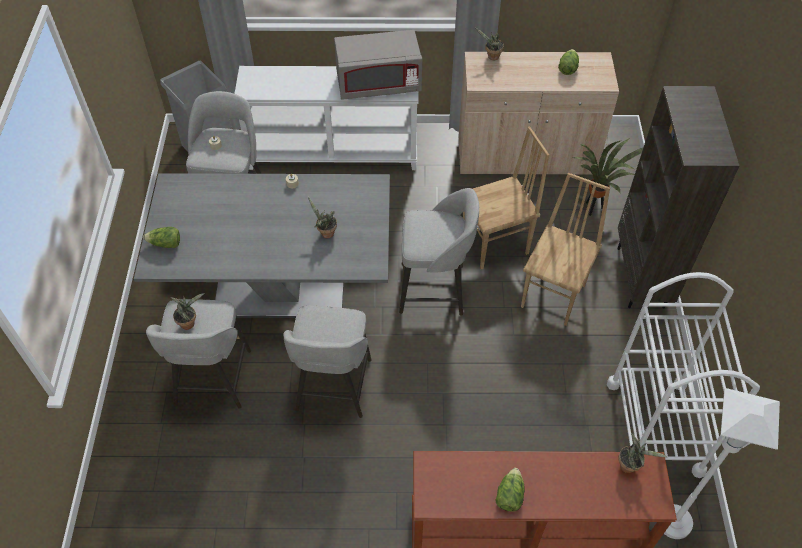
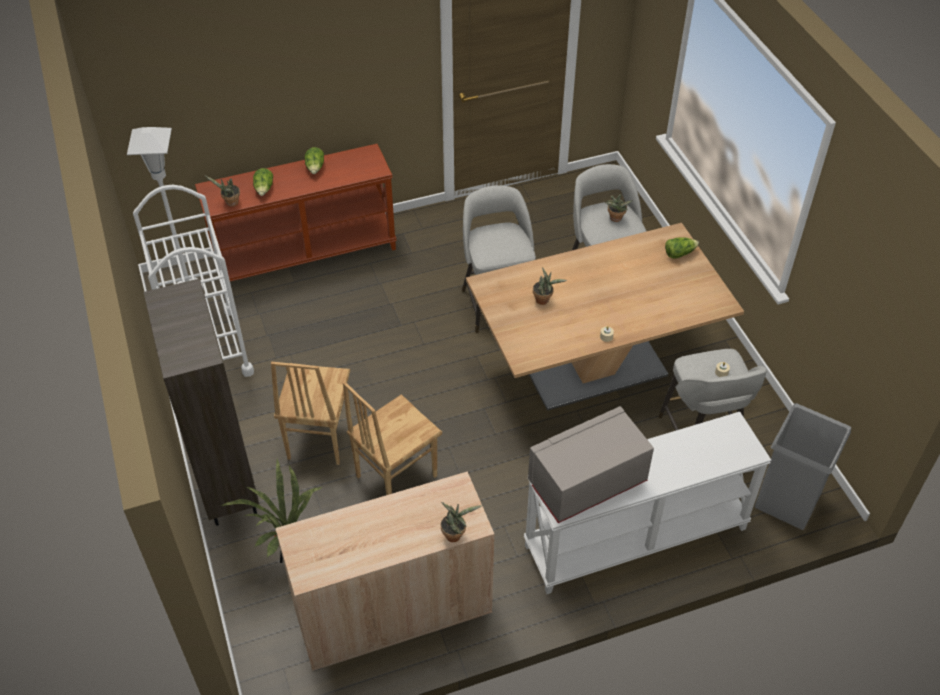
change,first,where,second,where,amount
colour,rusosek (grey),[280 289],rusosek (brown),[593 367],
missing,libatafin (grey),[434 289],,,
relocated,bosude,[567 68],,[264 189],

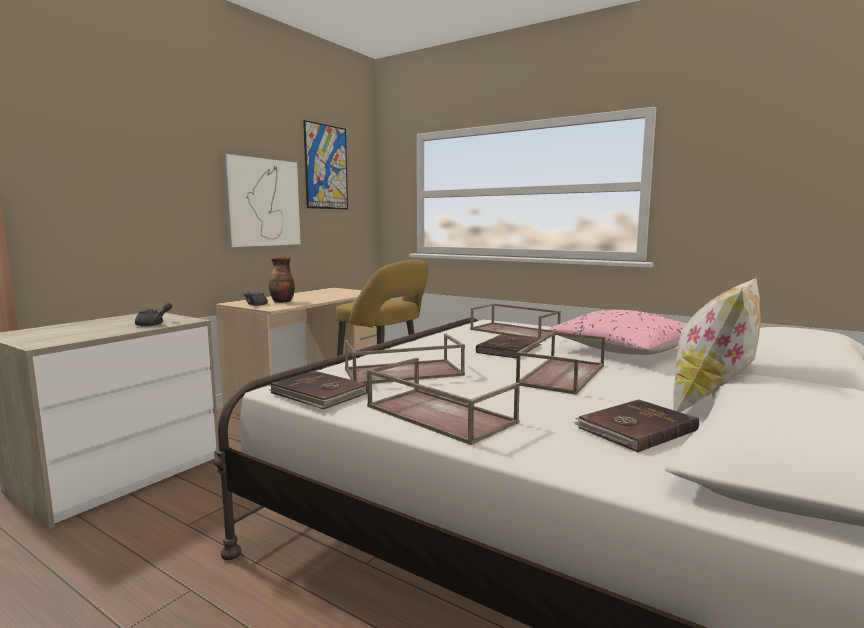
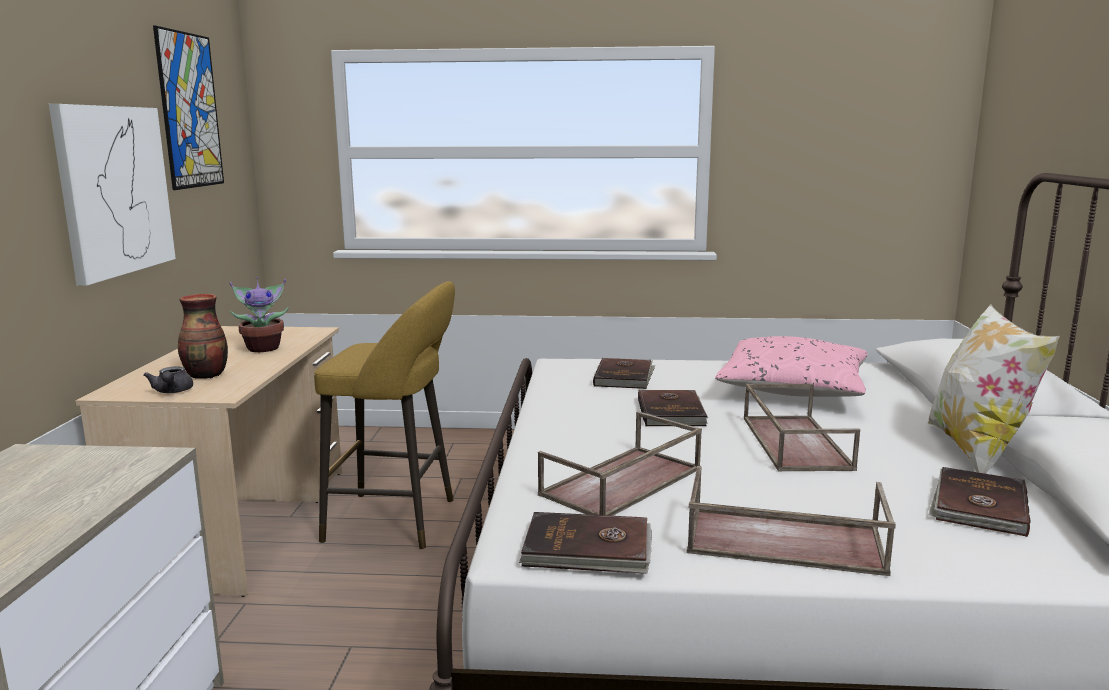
change,first,where,second,where,amount
missing,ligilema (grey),[154 324],,,
exchanged,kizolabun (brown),[515 331],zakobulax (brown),[624 377],
appeared,,,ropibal,[264 348],

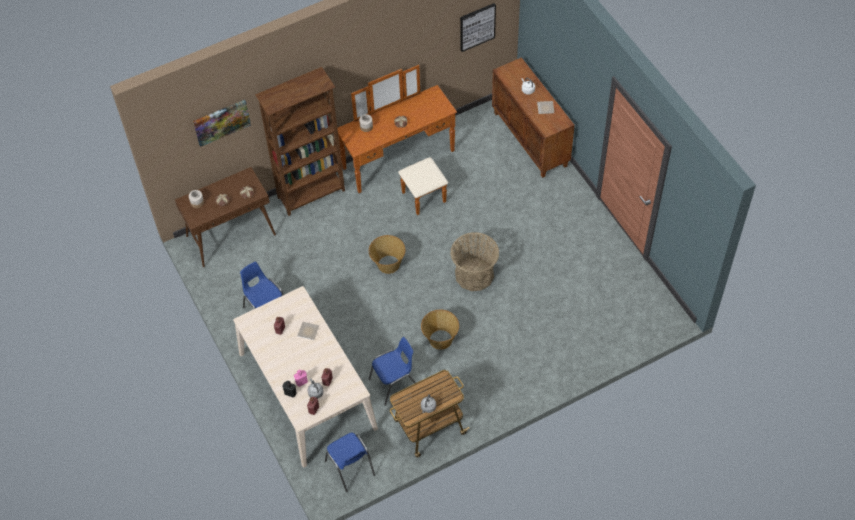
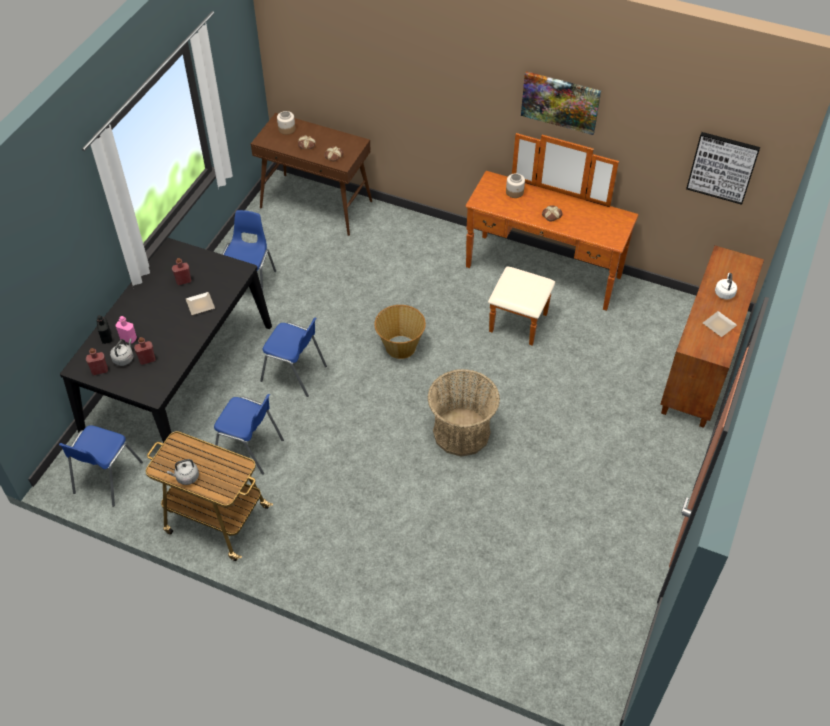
change,first,where,second,where,amount
relocated,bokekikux,[221 122],,[560 102],
colour,rusosek (beige),[307 390],rusosek (black),[179 378],
missing,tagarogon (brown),[312 194],,,
missing,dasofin,[440 339],,,
appeared,,,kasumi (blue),[294 374],

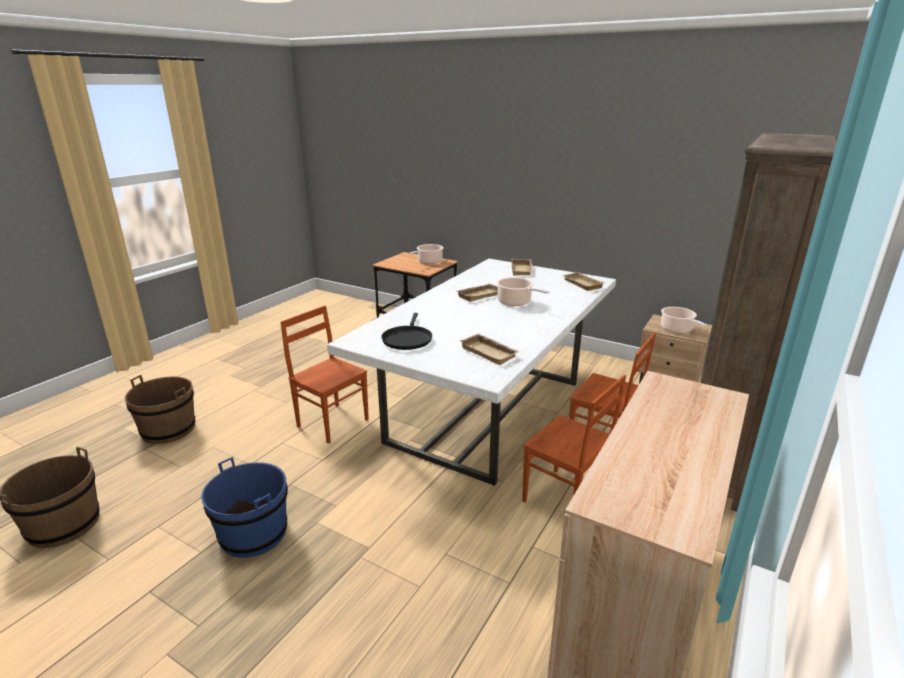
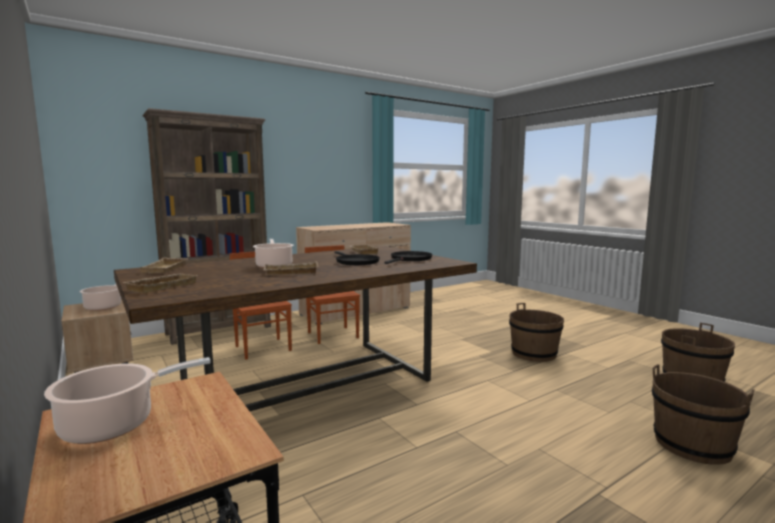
change,first,where,second,where,amount
colour,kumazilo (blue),[253 534],kumazilo (brown),[534 354],
missing,kasumi (brown),[333 422],,,
colour,rusosek (white),[489 410],rusosek (brown),[305 385],
appeared,,,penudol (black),[355 262],

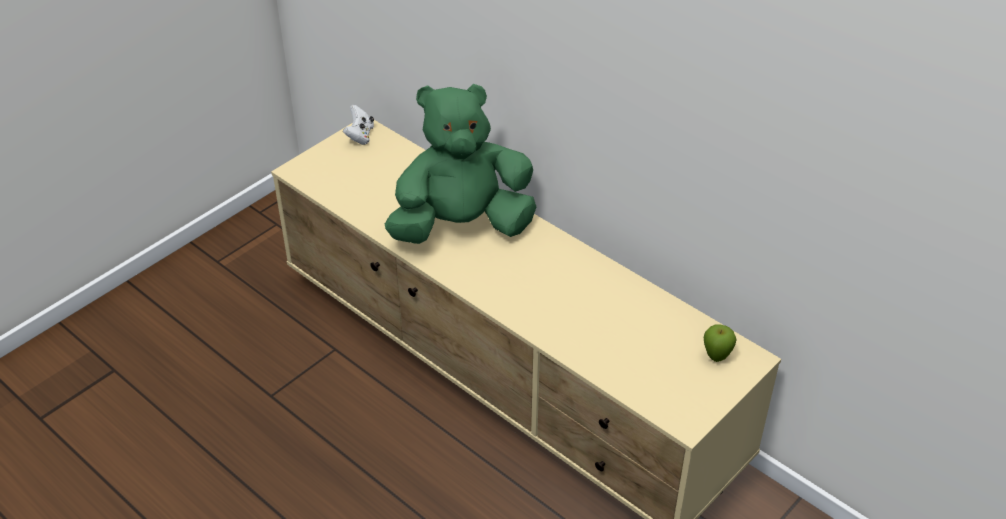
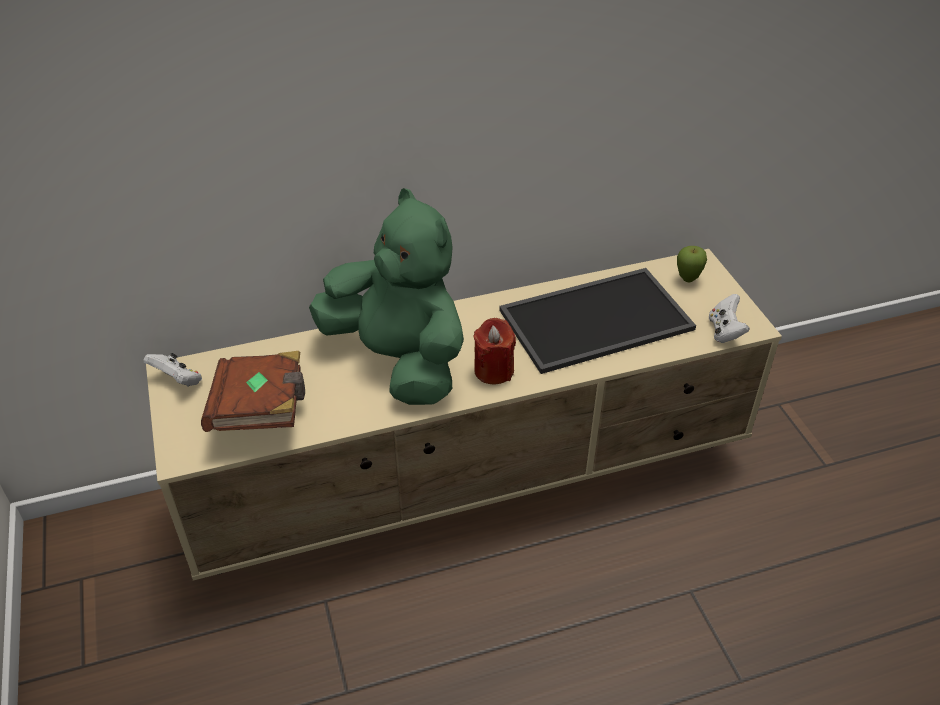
change,first,where,second,where,amount
spun,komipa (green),[462 226],,[399 360],120 degrees clockwise
appeared,,,zakobulax (brown),[262 409],
appeared,,,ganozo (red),[494 370],
appeared,,,kizolabun,[596 318],
appeared,,,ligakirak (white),[724 331],

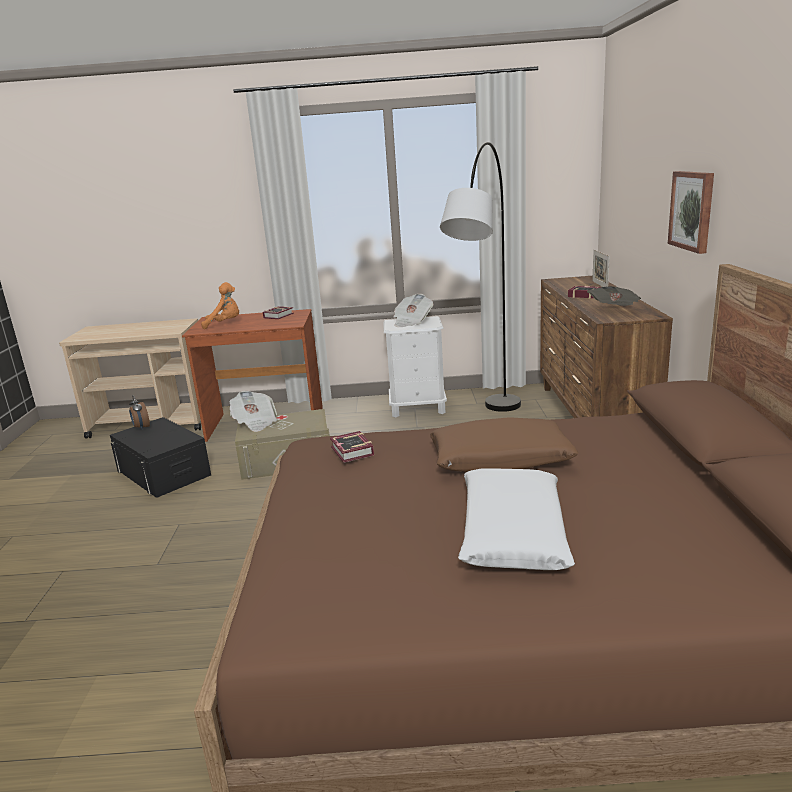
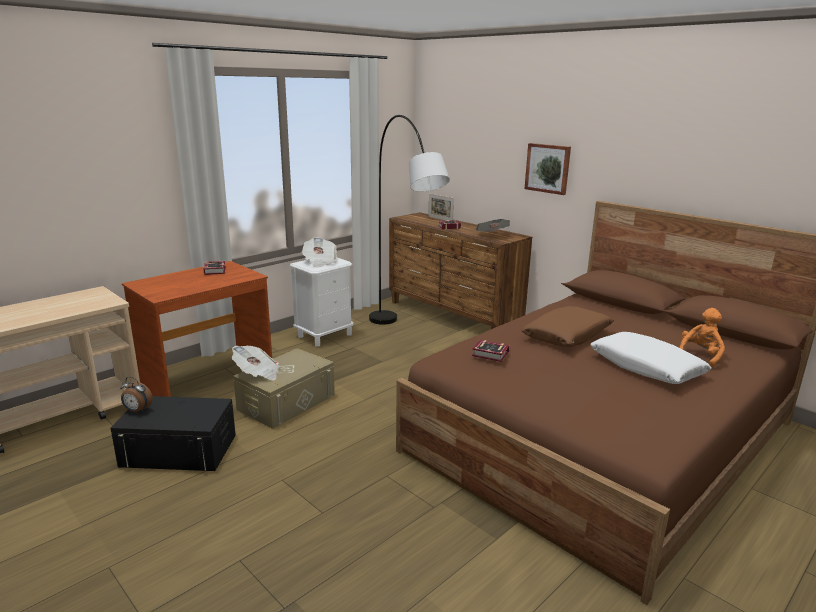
change,first,where,second,where,amount
relocated,komipa (orange),[224 324],,[699 356],

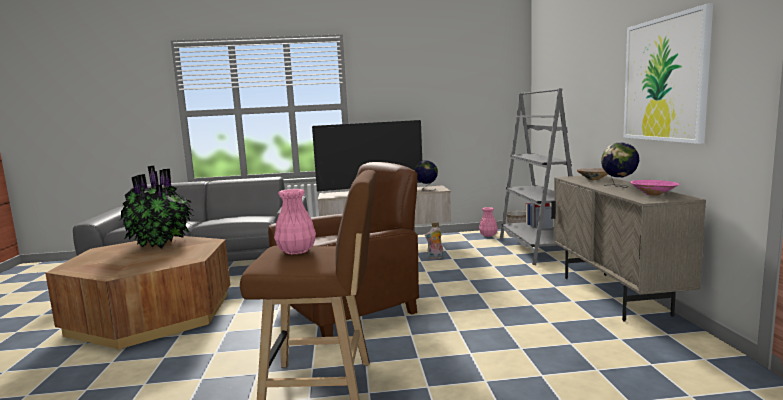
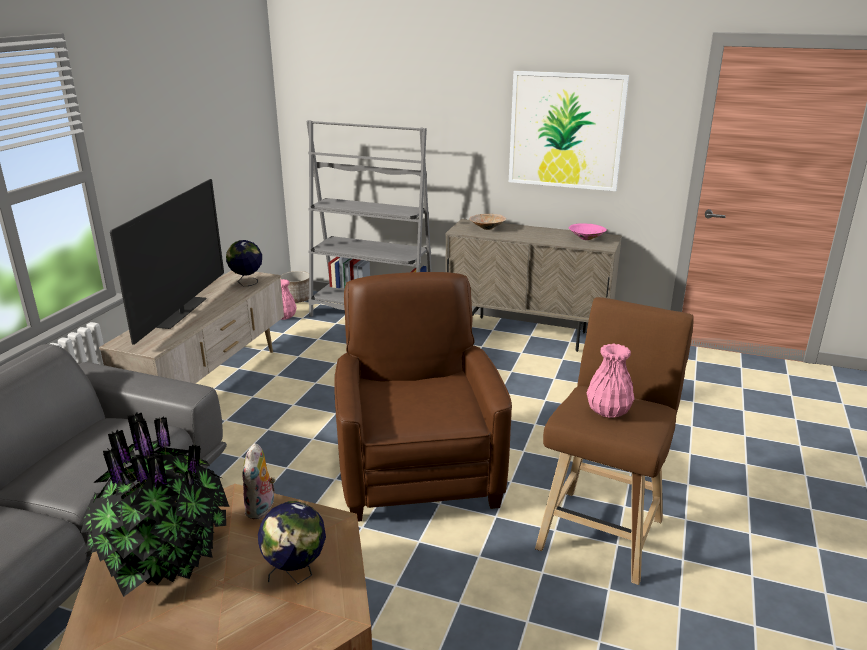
change,first,where,second,where,amount
relocated,komipa,[435 258],,[261 509],
relocated,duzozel,[619 186],,[296 574],

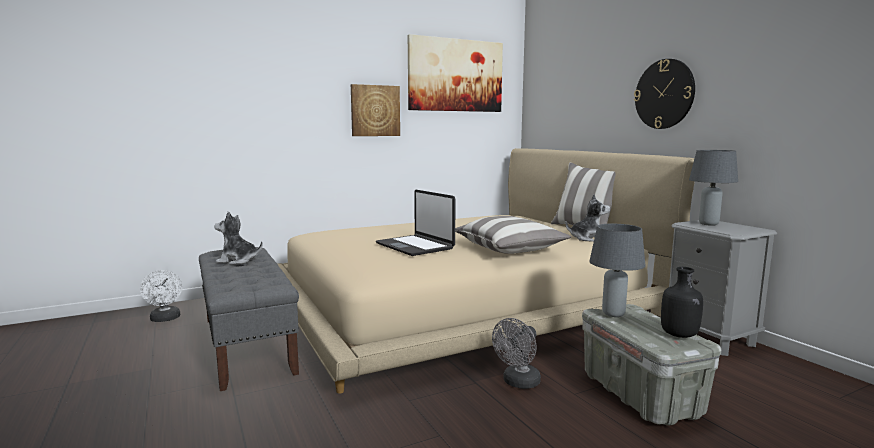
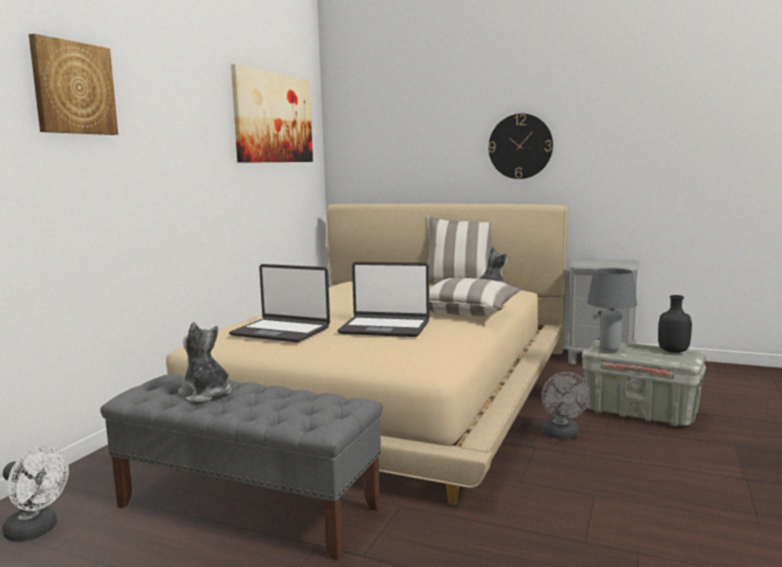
change,first,where,second,where,amount
spun,komipa,[238 261],,[206 394],75 degrees clockwise
relocated,bokekikux,[375 111],,[73 88],
missing,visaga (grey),[709 224],,,
appeared,,,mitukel,[281 331],

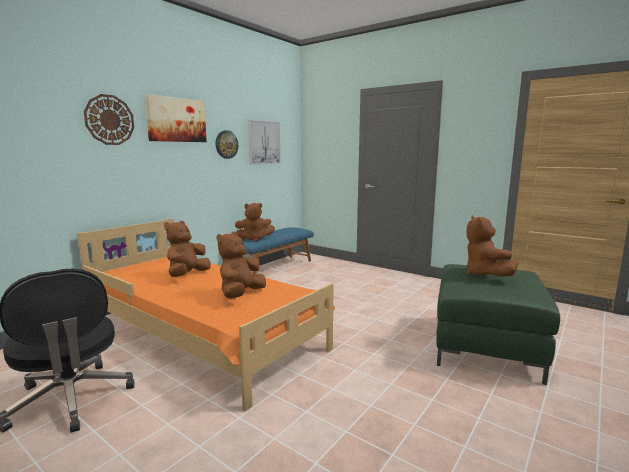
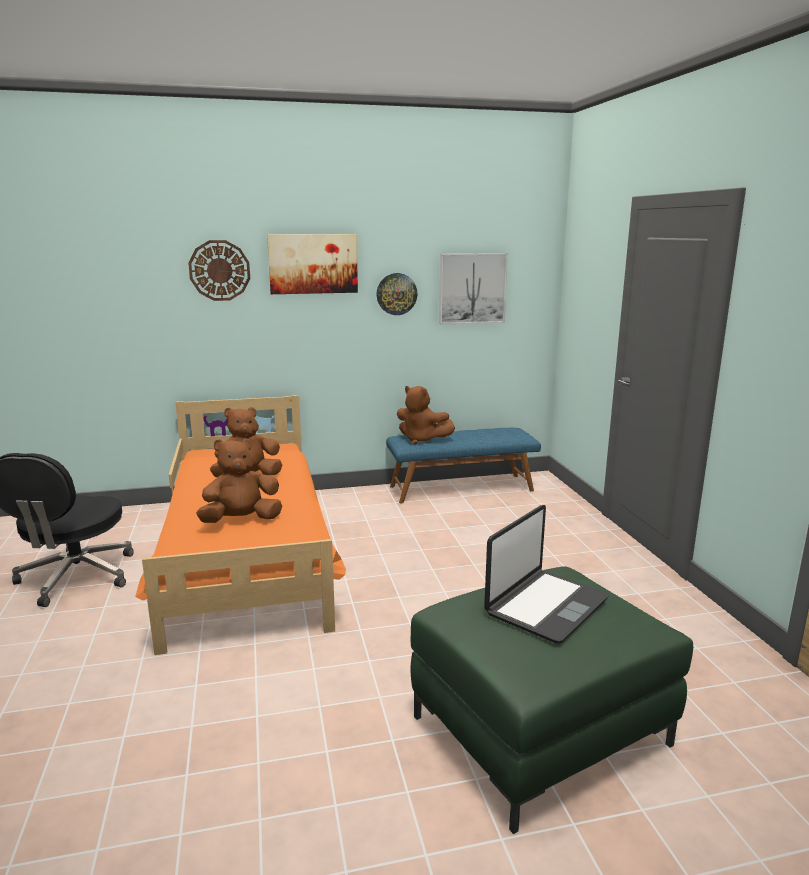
change,first,where,second,where,amount
exchanged,komipa (brown),[485 274],mitukel,[545 606],

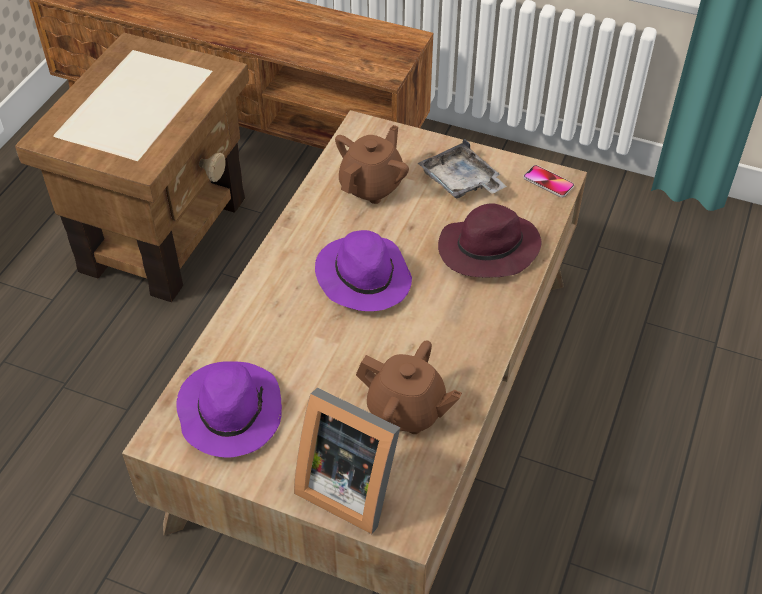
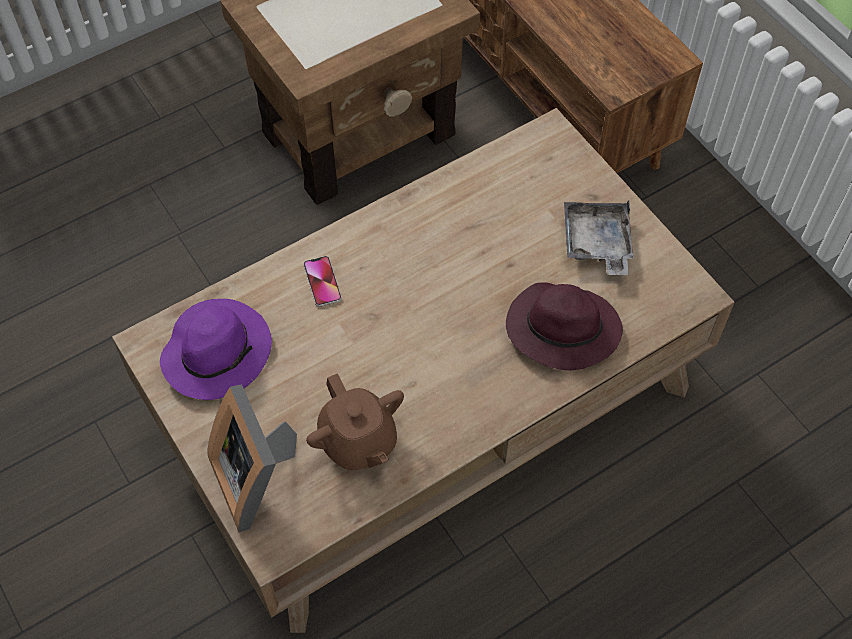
change,first,where,second,where,amount
missing,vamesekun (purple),[363 277],,,
missing,ligilema (brown),[372 186],,,
relocated,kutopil,[548 182],,[322 282],

